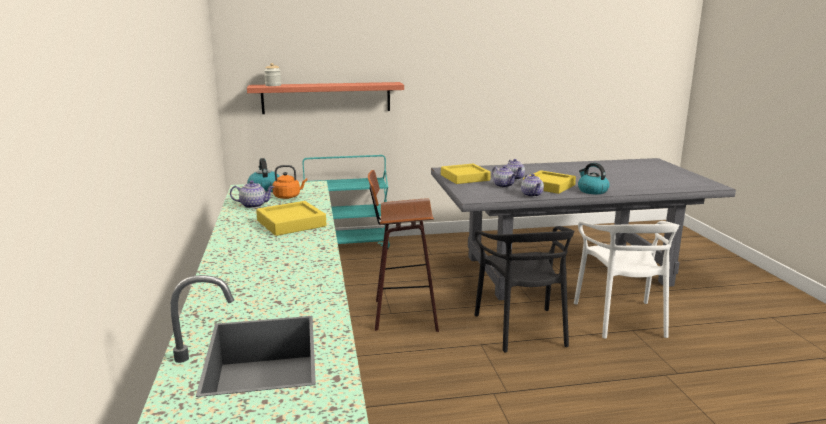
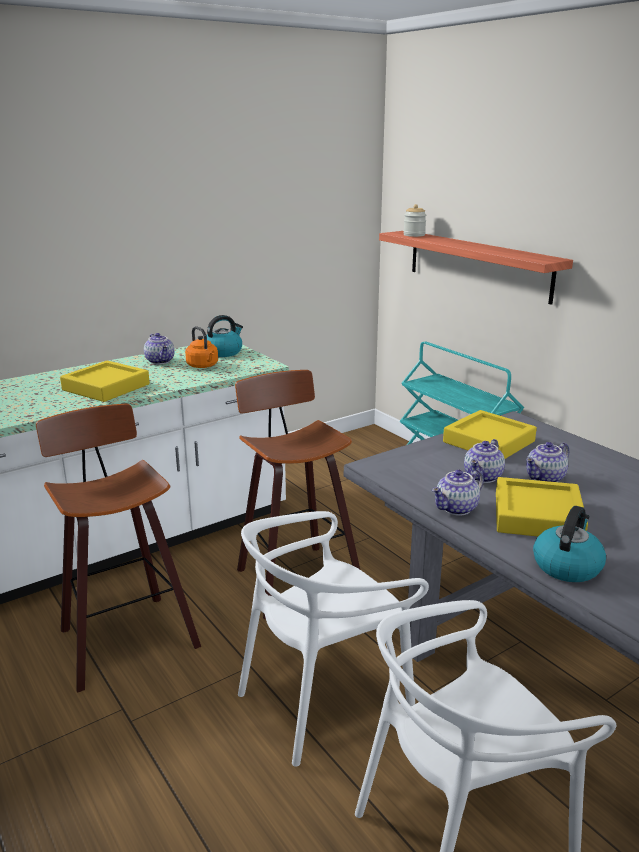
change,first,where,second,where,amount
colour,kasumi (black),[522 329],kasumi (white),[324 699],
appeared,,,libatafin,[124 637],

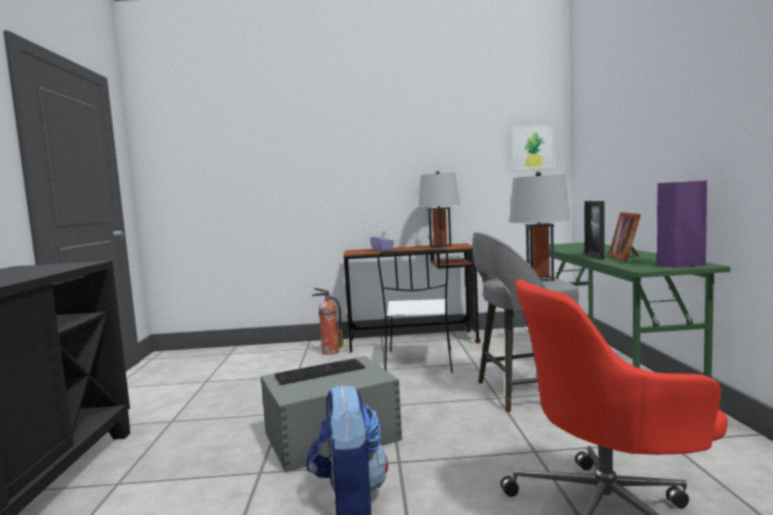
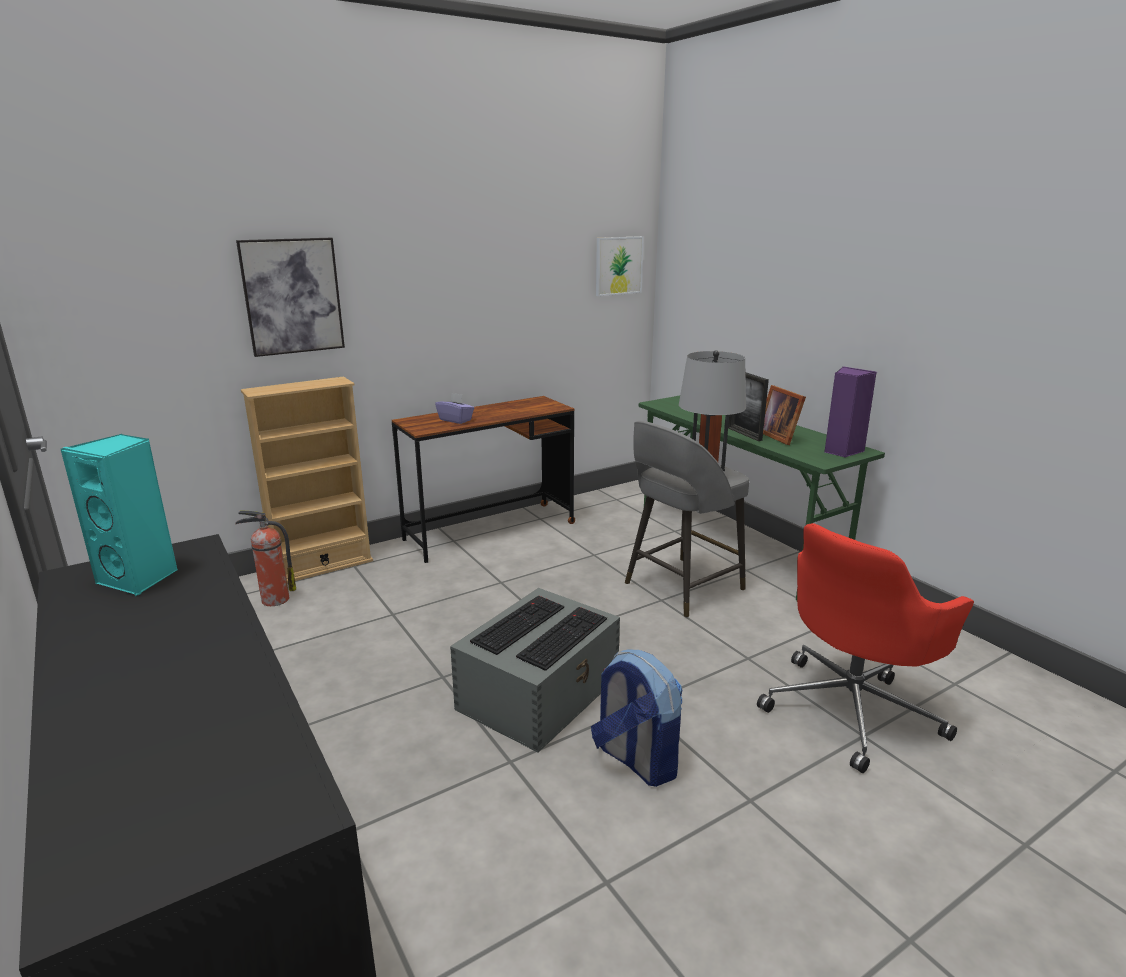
change,first,where,second,where,amount
relocated,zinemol,[329 352],,[273 599],
missing,kasumi (white),[419 363],,,
missing,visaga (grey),[440 246],,,
appeared,,,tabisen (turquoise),[140 578],
appeared,,,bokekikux,[292 296],
appeared,,,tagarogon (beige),[322 566],
appeared,,,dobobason,[562 636],

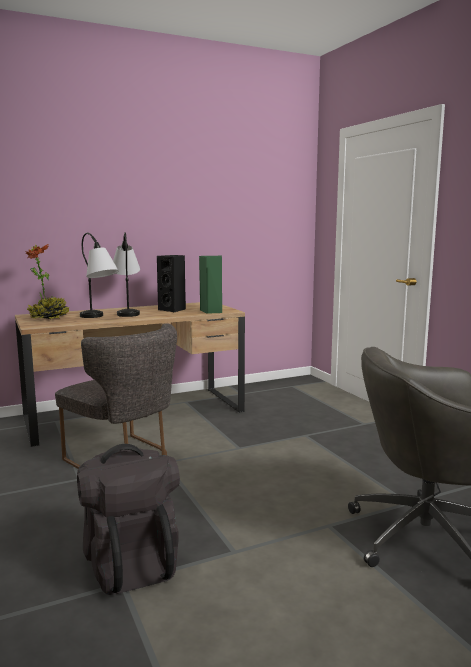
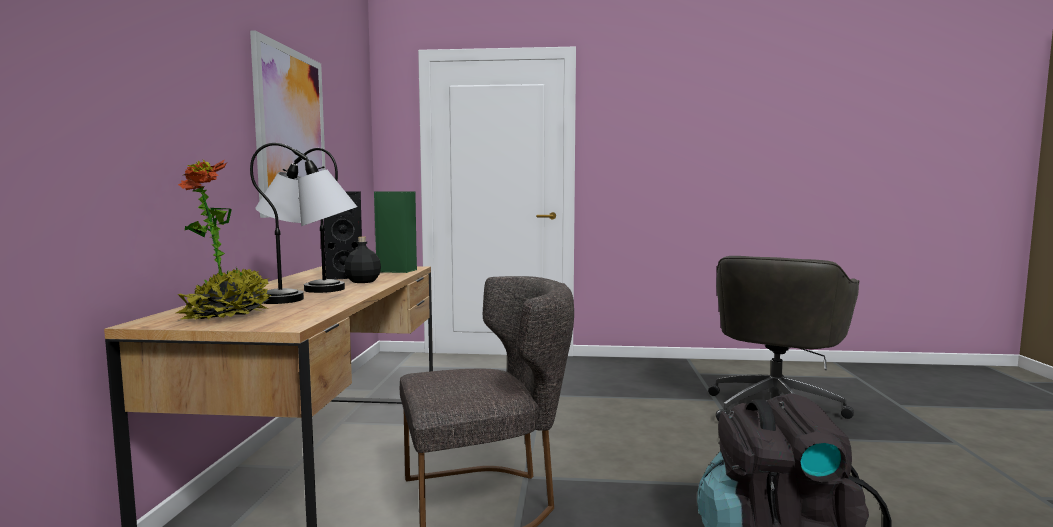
change,first,where,second,where,amount
appeared,,,bokekikux,[291 133],
appeared,,,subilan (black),[363 281],

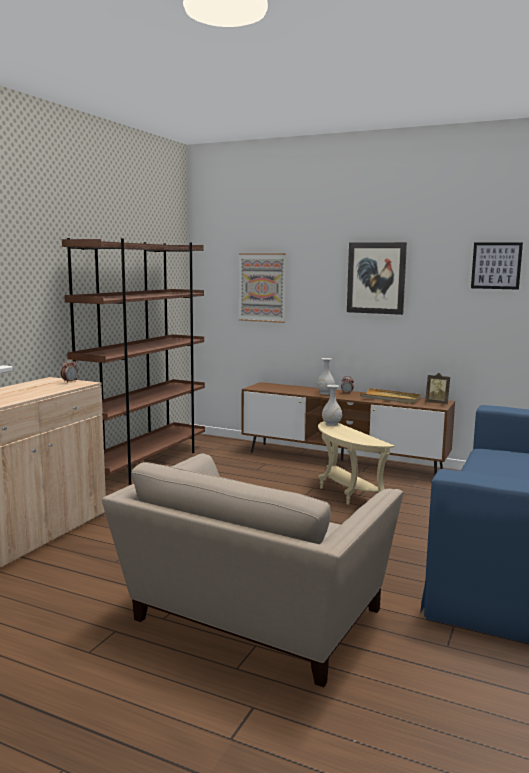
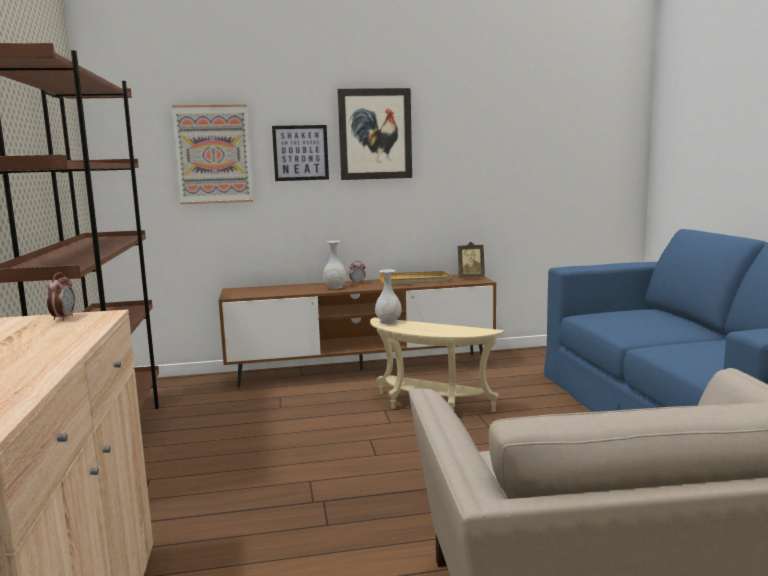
change,first,where,second,where,amount
relocated,bokekikux,[496 265],,[300 153],

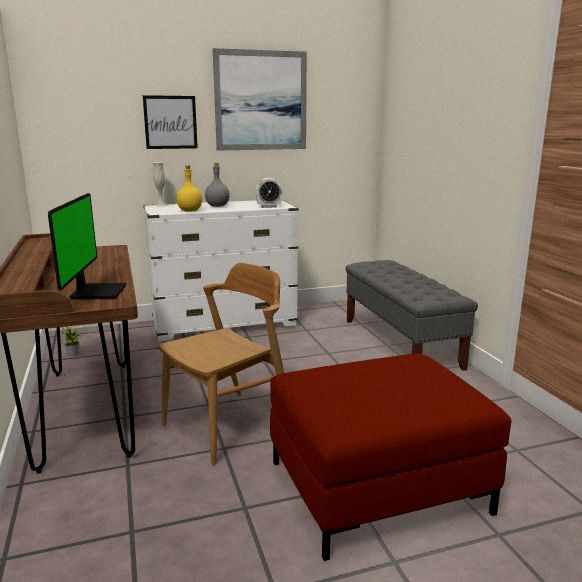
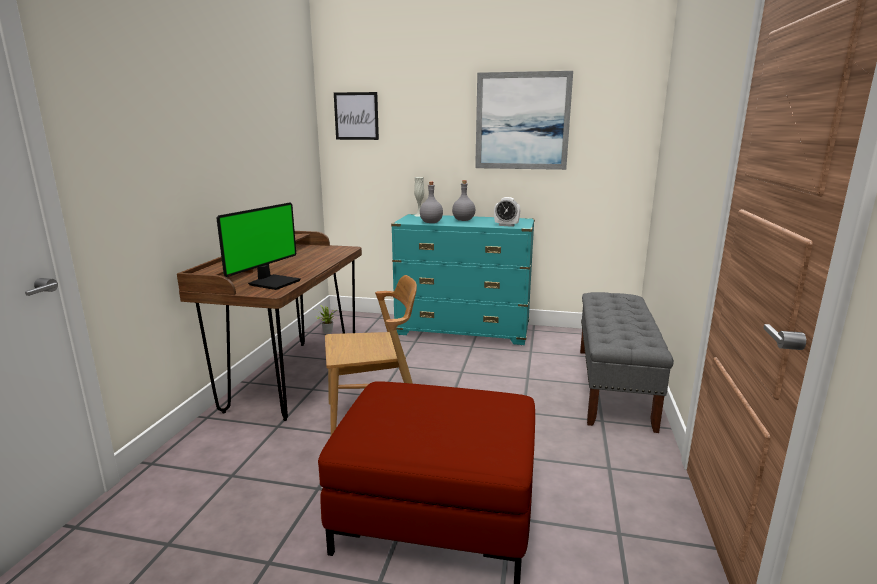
change,first,where,second,where,amount
relocated,bokekikux,[170 122],,[356 116],
colour,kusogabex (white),[224 324],kusogabex (turquoise),[463 330],
colour,subilan (yellow),[189 211],subilan (grey),[431 222],

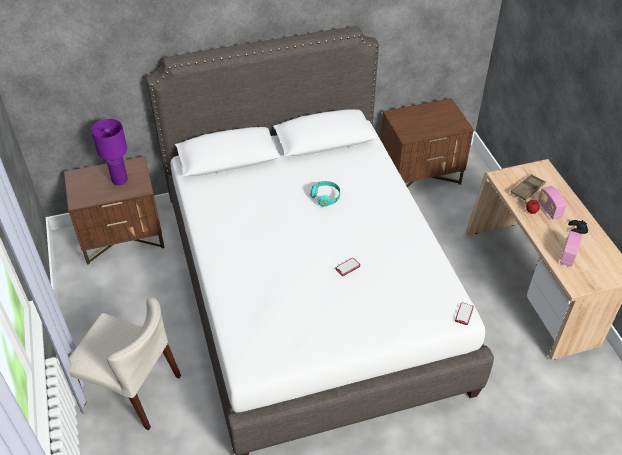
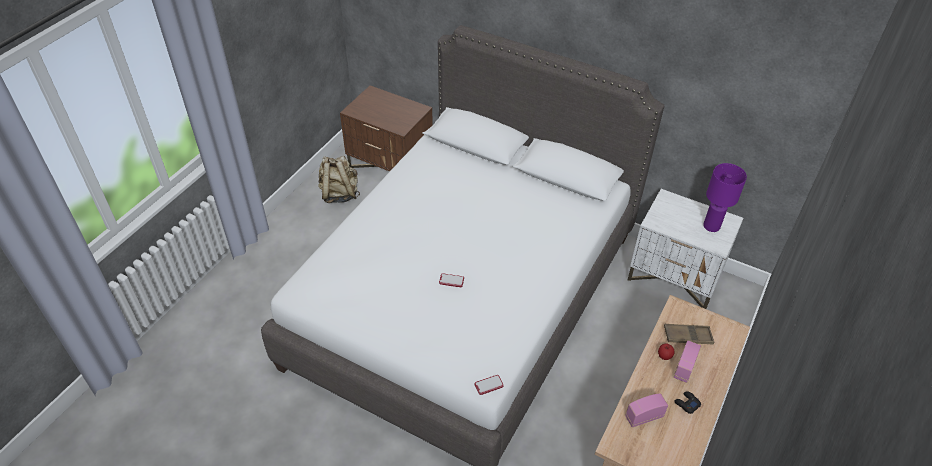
change,first,where,second,where,amount
missing,kasumi (beige),[132 389],,,
relocated,visaga (purple),[120 180],,[712 226],
missing,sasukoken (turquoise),[325 197],,,
colour,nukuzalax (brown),[420 175],nukuzalax (white),[674 277],
appeared,,,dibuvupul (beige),[339 194],

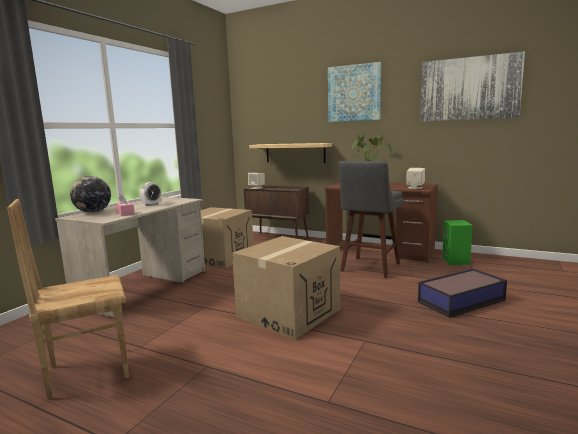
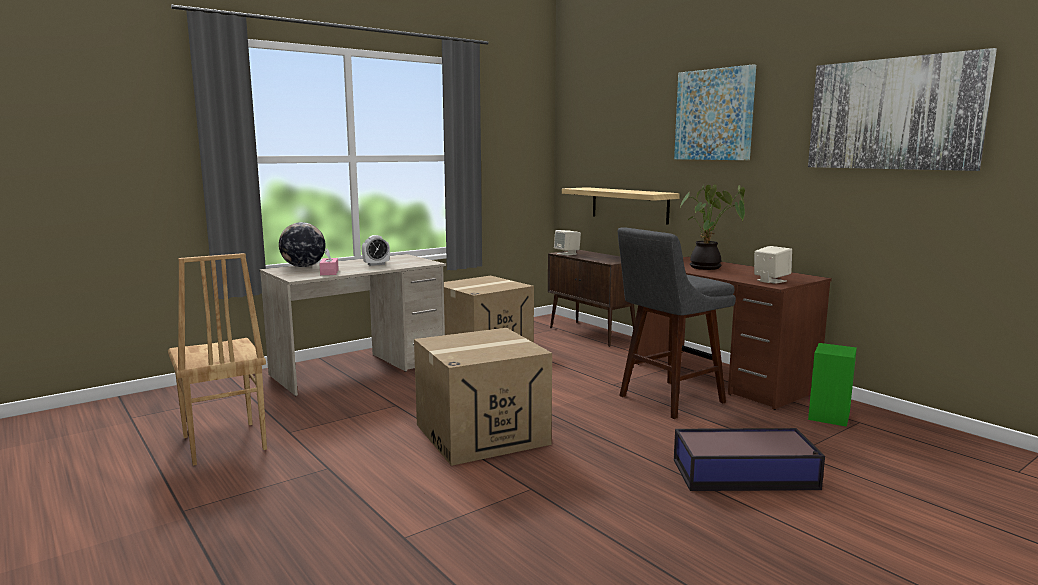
change,first,where,second,where,amount
spun,kasumi (brown),[88 371],,[222 443],120 degrees counterclockwise

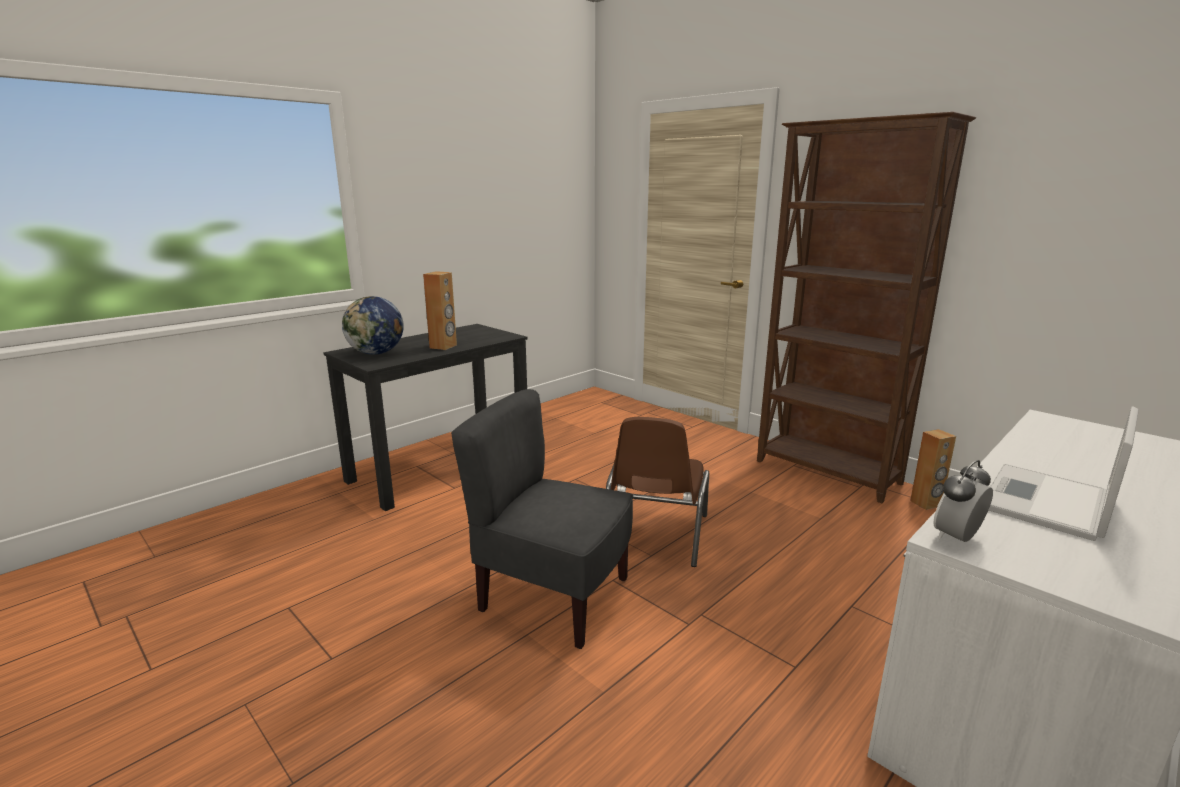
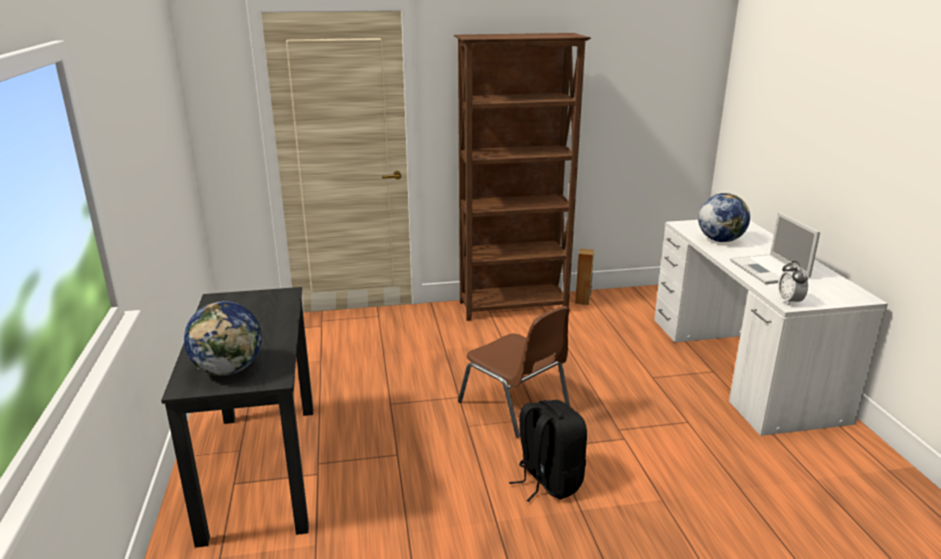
change,first,where,second,where,amount
missing,tabisen (brown),[443 346],,,
exchanged,kasumi (grey),[553 597],dibuvupul (black),[547 481],
appeared,,,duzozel,[720 240],

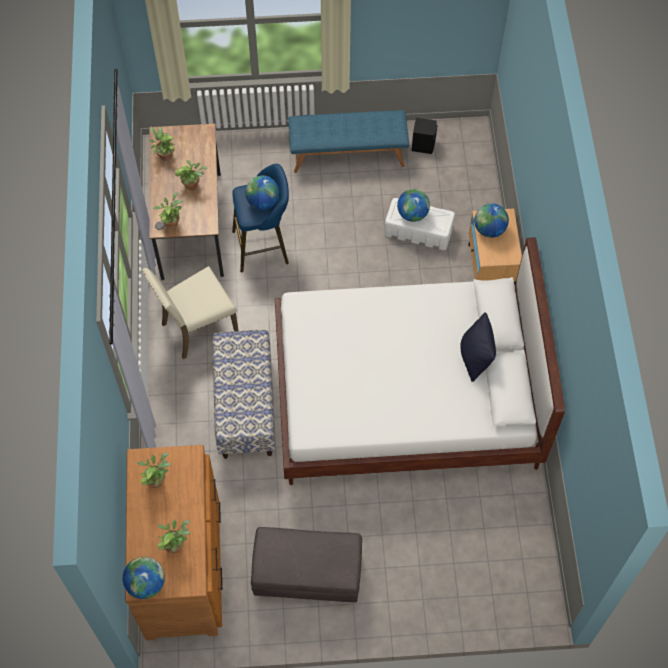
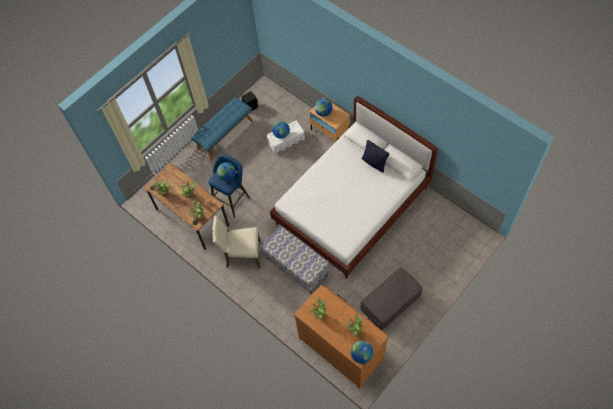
change,first,where,second,where,amount
spun,kasumi (beige),[197 328],,[242 255],75 degrees clockwise

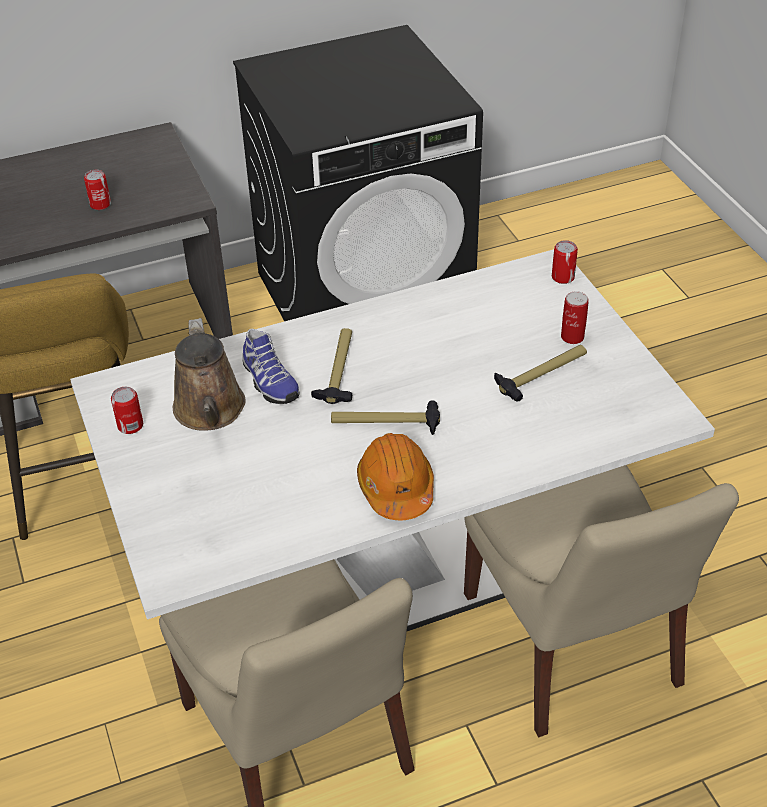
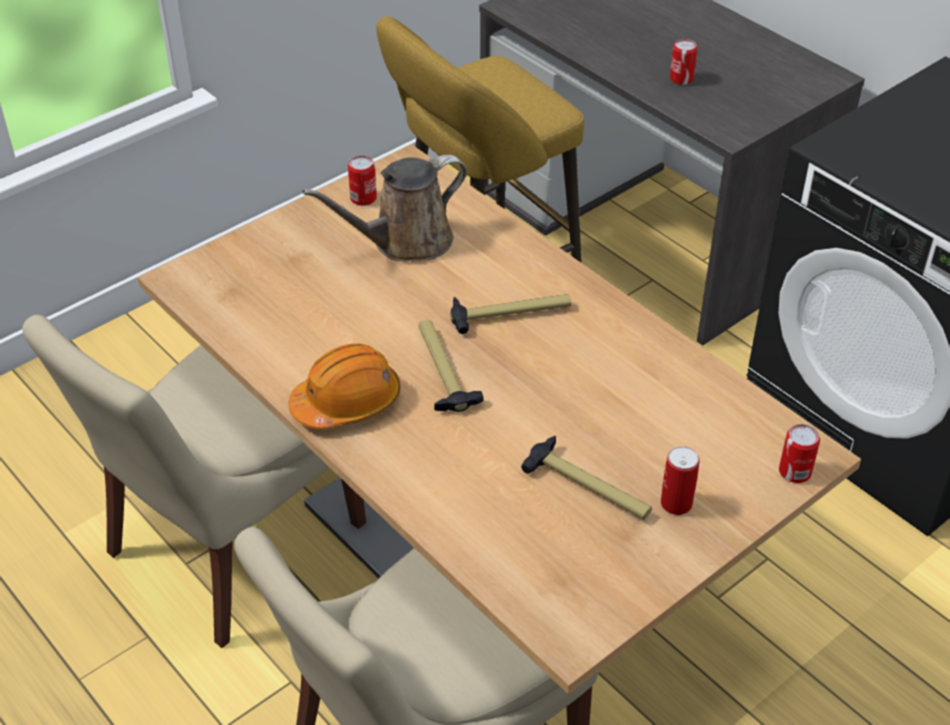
change,first,where,second,where,amount
colour,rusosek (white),[387 569],rusosek (brown),[475 557],
missing,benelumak,[268 382],,,

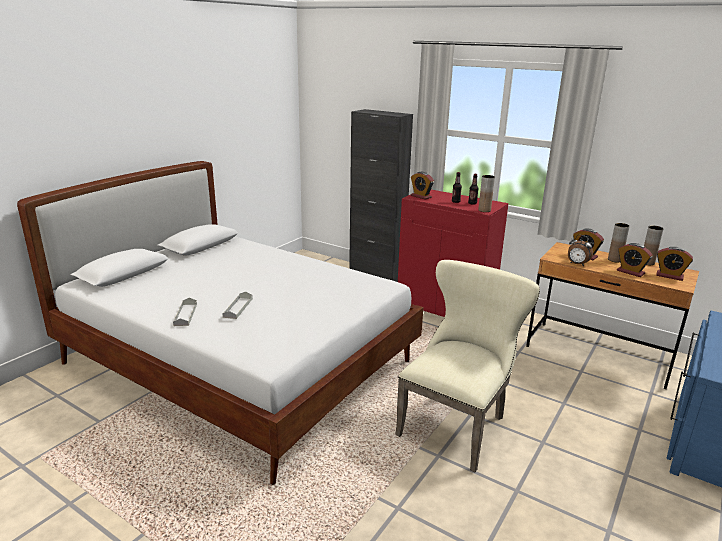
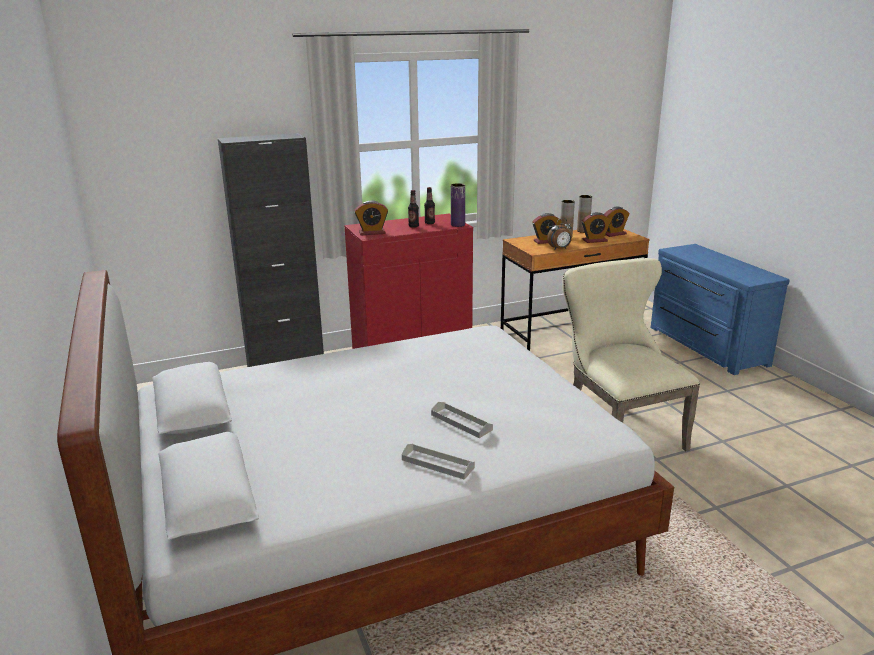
change,first,where,second,where,amount
colour,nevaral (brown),[484 210],nevaral (purple),[458 225],

